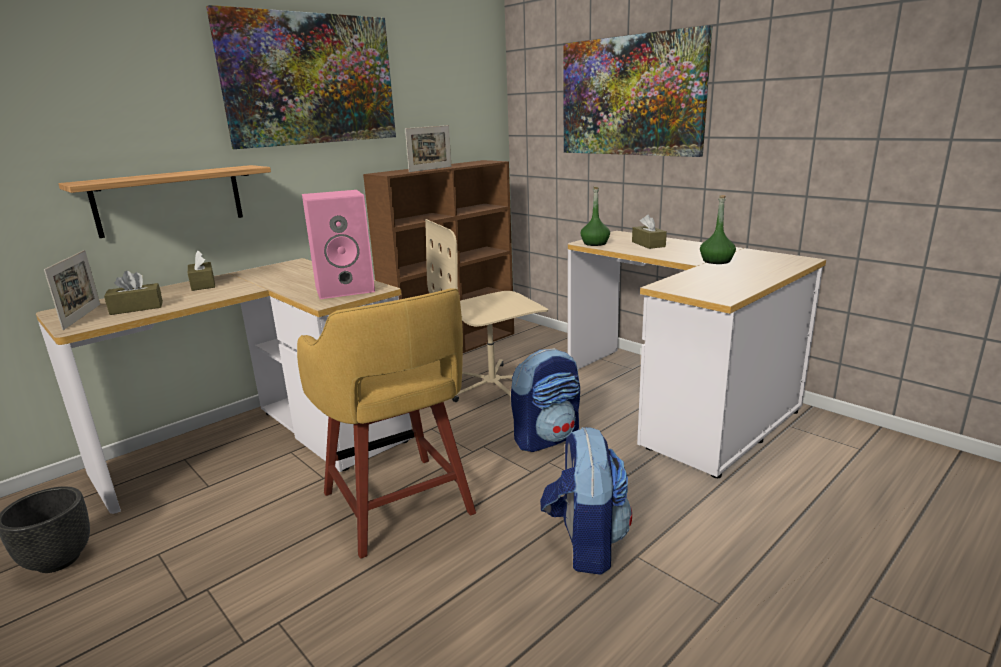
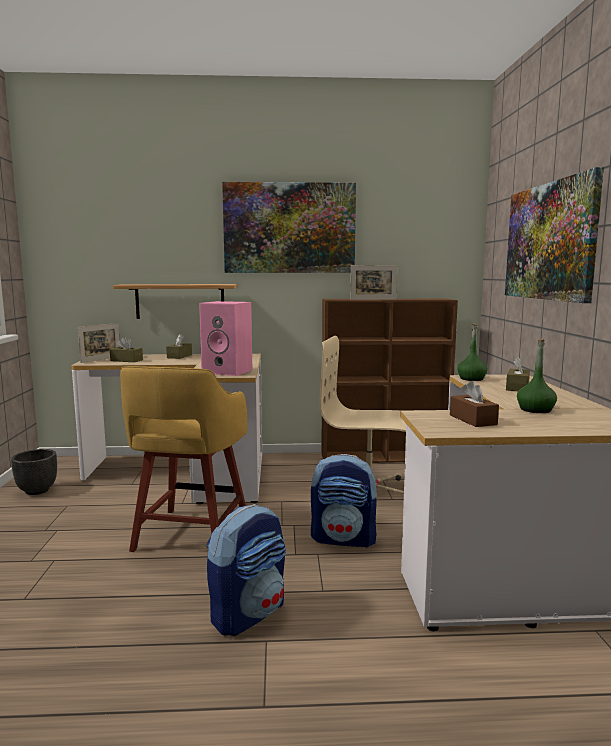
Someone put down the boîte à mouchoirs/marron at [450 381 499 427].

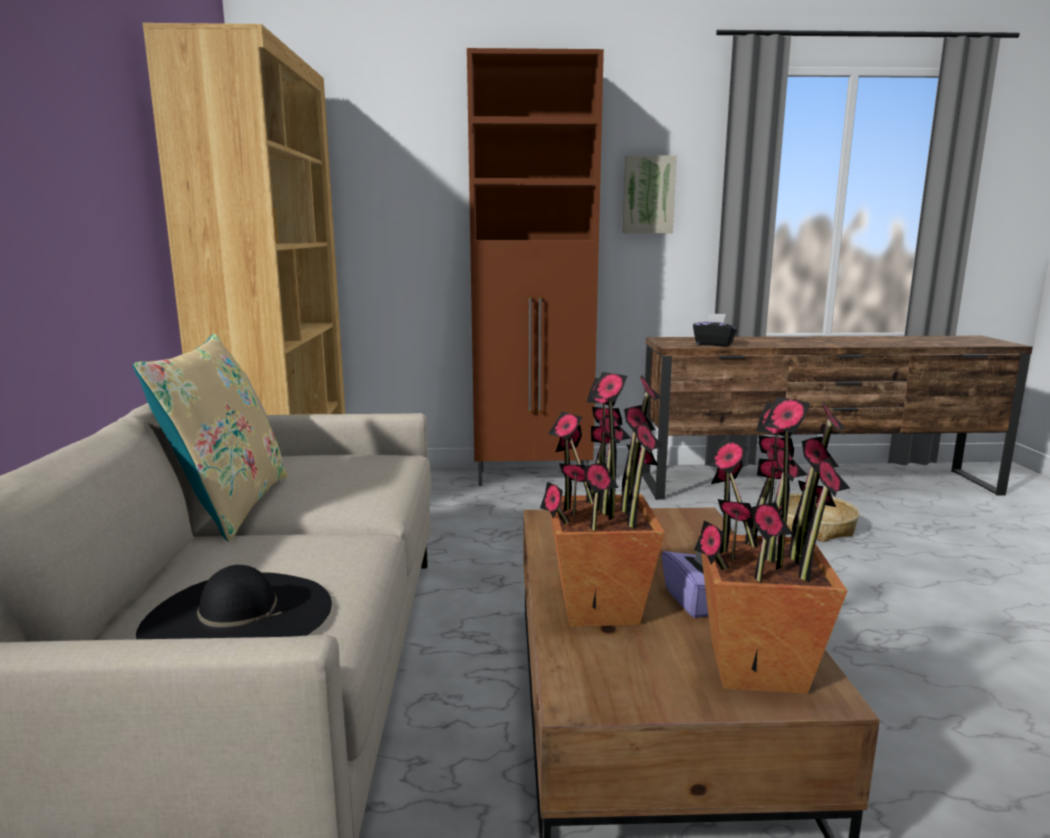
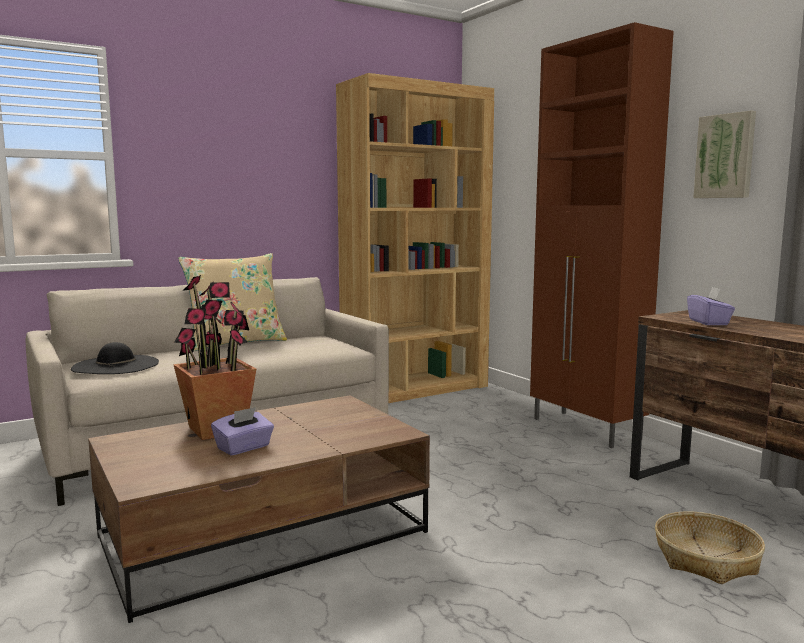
Someone repainted the boîte à mouchoirs/noir at [693 313 737 346], which became the boîte à mouchoirs/violet at [687 287 735 325].
Someone took away the plante en pot at [694 397 850 694].

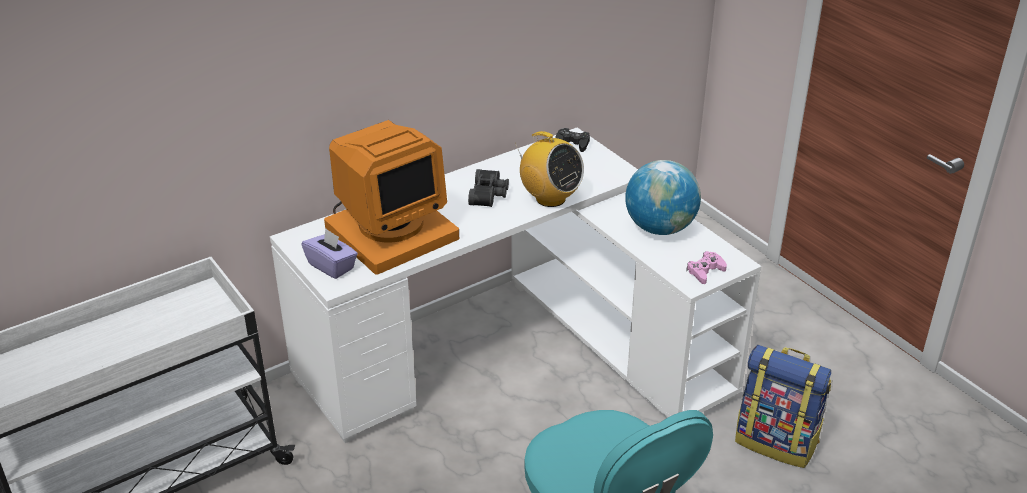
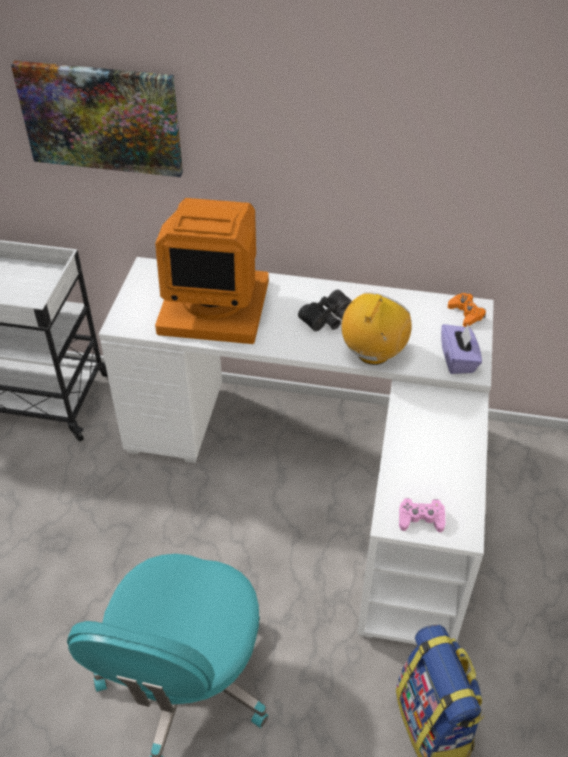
Someone put up the tableau at [11 60 183 177].
Someone rotated the radio at [515 131 584 207] by 150 degrees counterclockwise.
Someone carried the boîte à mouchoirs/violet from [301 229 358 279] to [441 324 482 374].
Someone repainted the manette/noir at [555 128 590 152], which became the manette/orange at [448 293 486 327].
Someone took away the globe at [625 160 701 235].

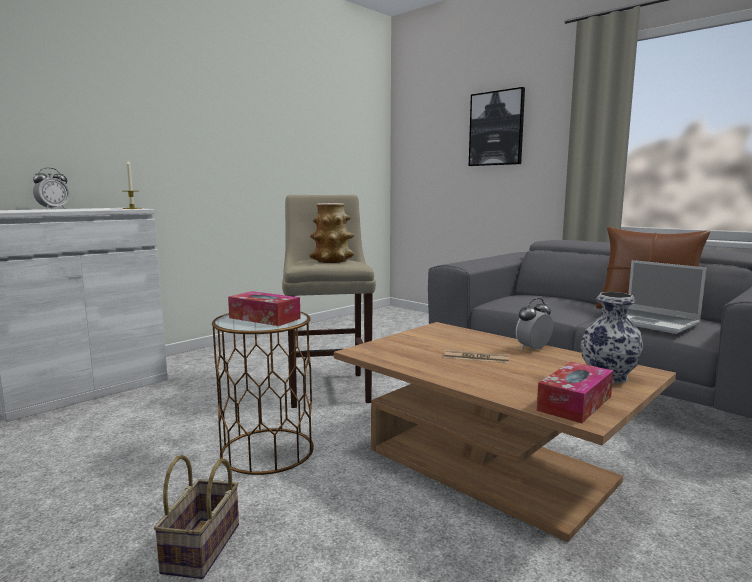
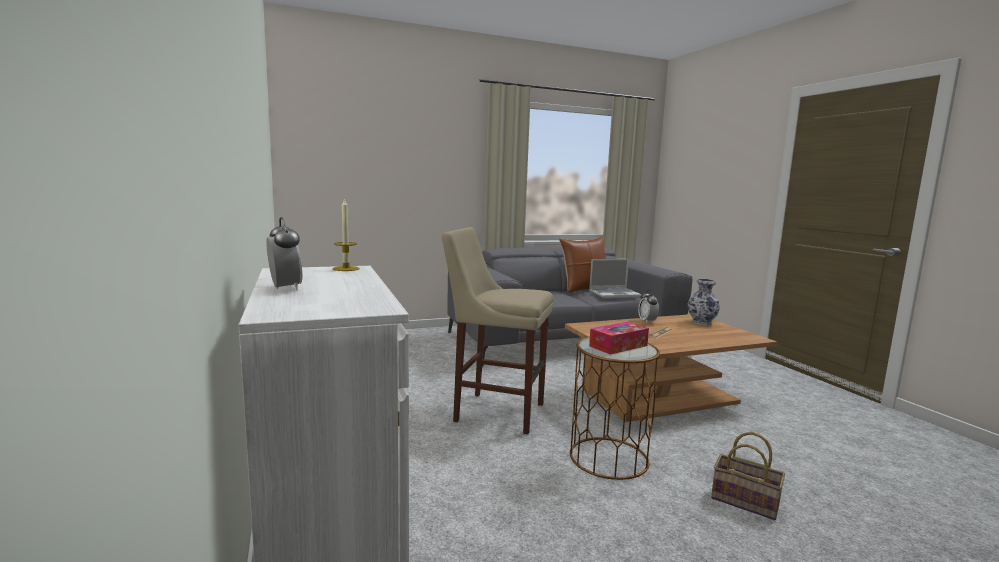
Someone took away the vase at [309 203 354 263].
Someone took away the tableau at [469 87 525 166].
Someone took away the boîte à mouchoirs at [537 362 613 423].

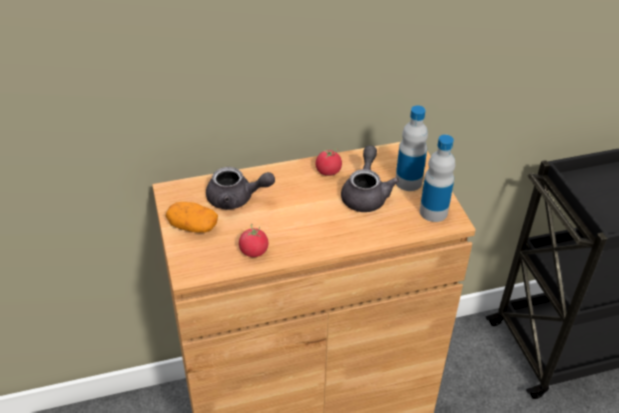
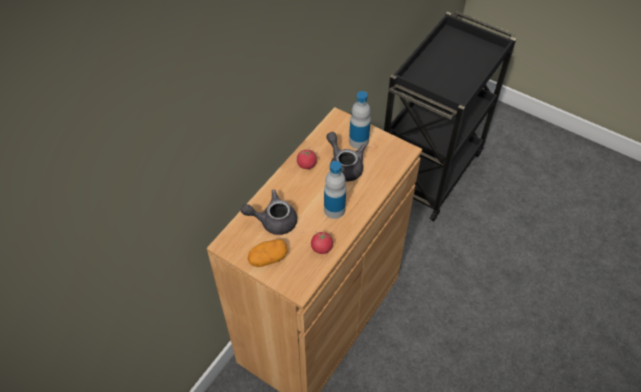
Someone rotated the théière/gris at [206 167 275 210] by 150 degrees counterclockwise.
Someone carried the bouteille from [420 135 455 222] to [324 161 346 219].

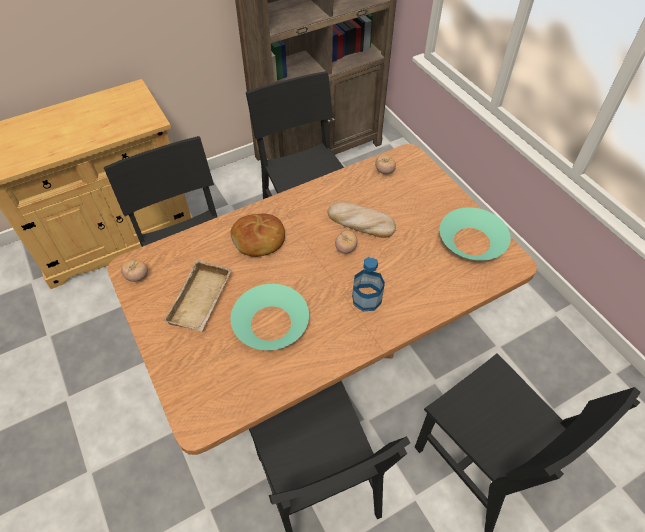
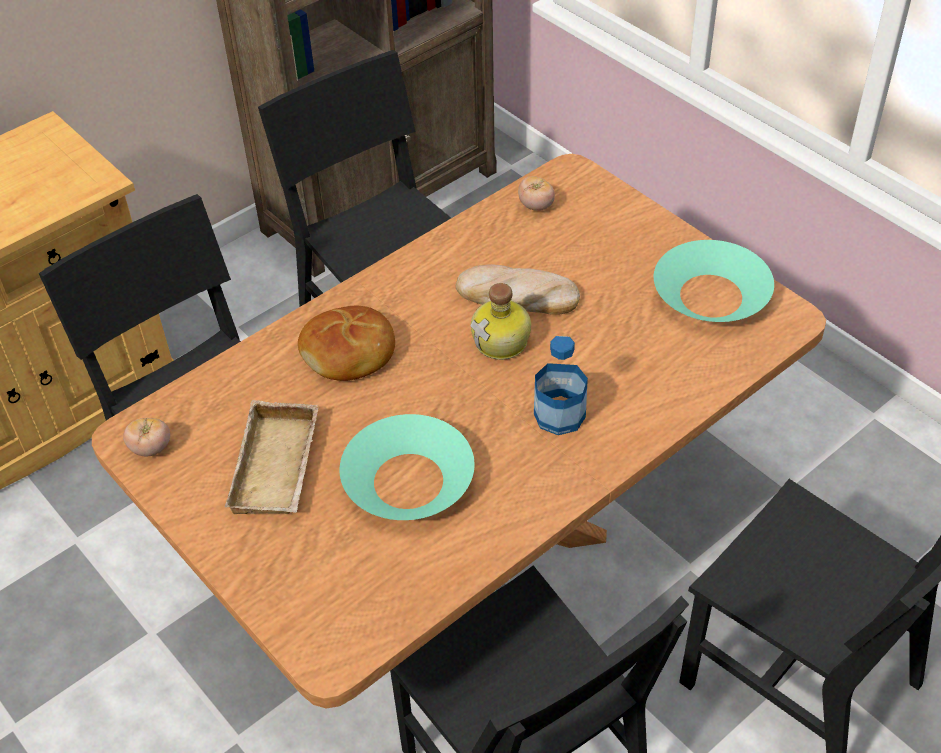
Someone swapped the tomate at [335 231 357 254] for the bouteille at [470 283 531 360].

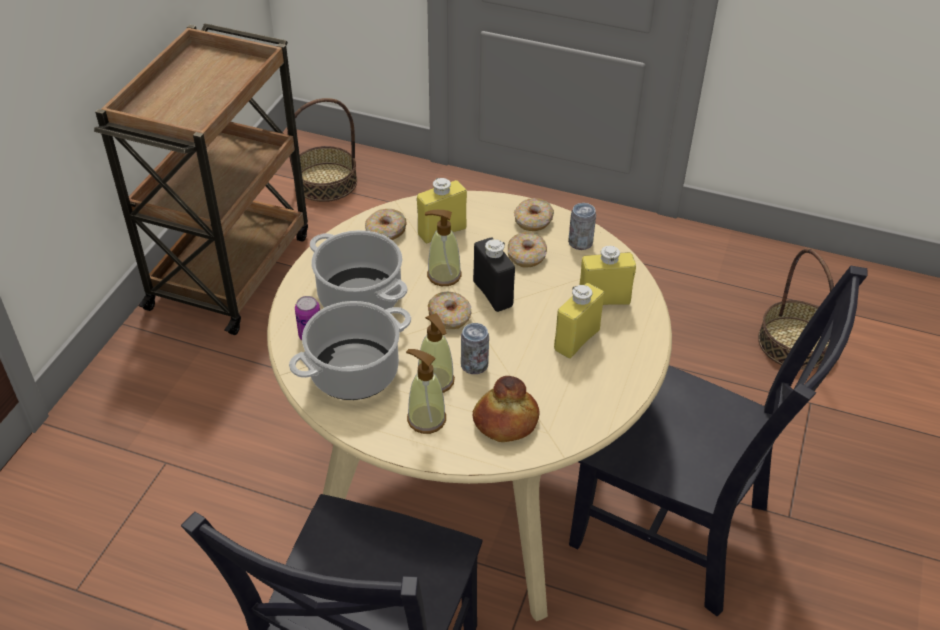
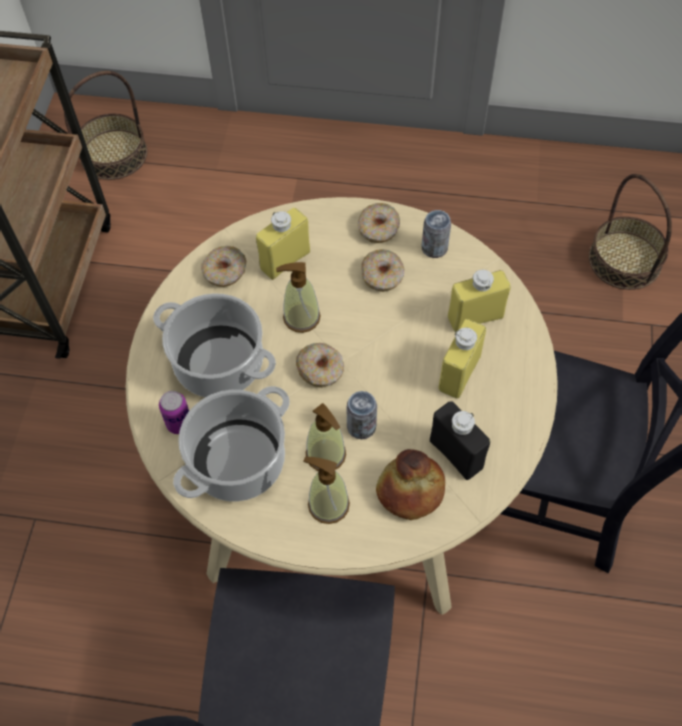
Someone carried the bouteille/noir from [473 238 515 312] to [430 401 490 480].

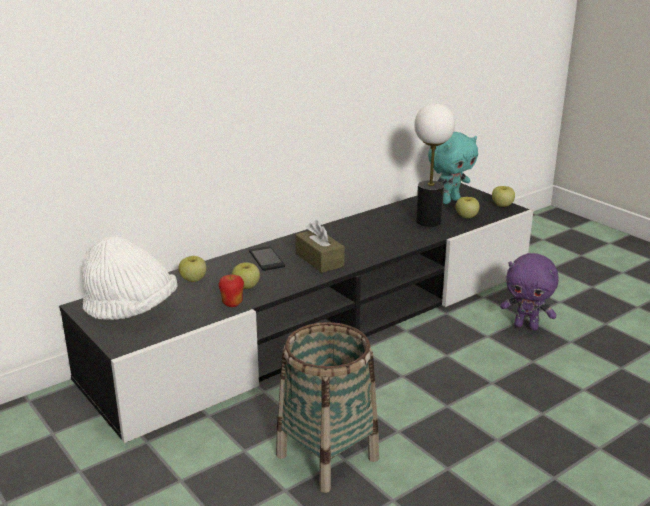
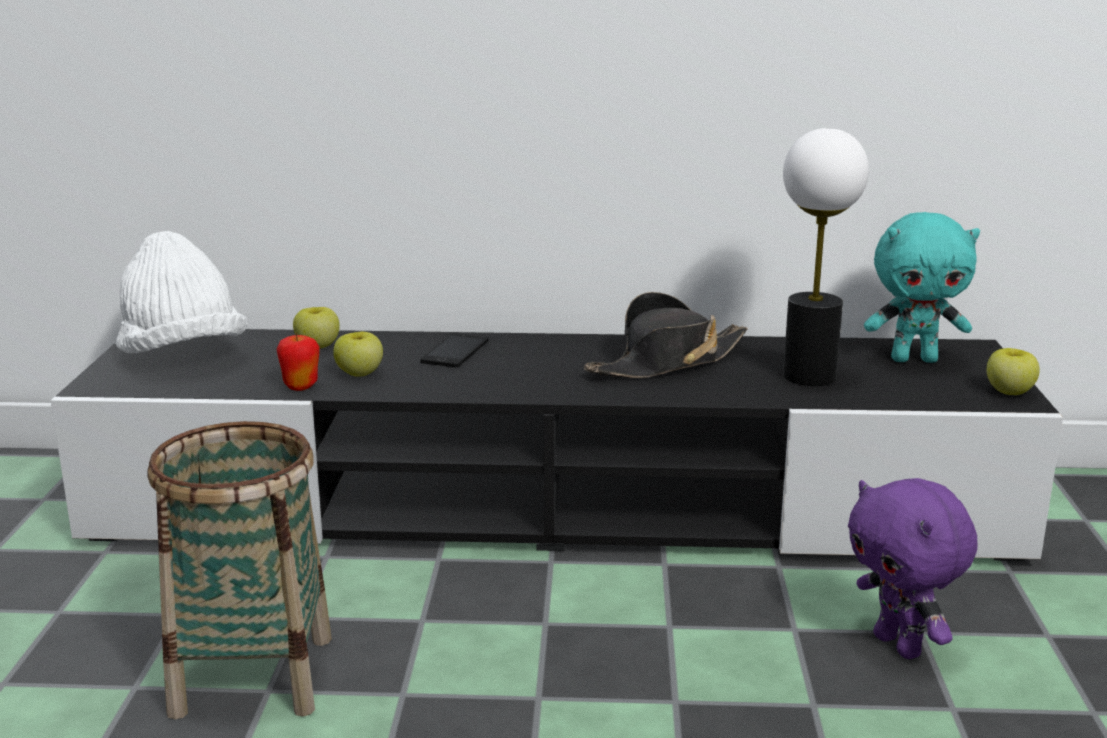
Someone put down the chapeau/noir at [584 292 748 378].
Someone took away the boîte à mouchoirs/marron at [295 220 345 273].
Someone took away the pomme at [456 197 479 218].

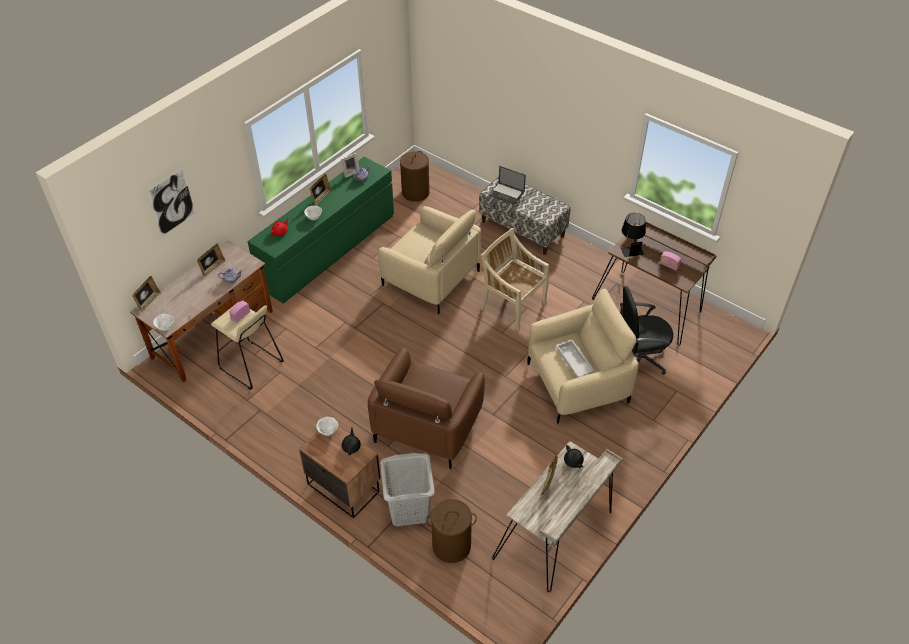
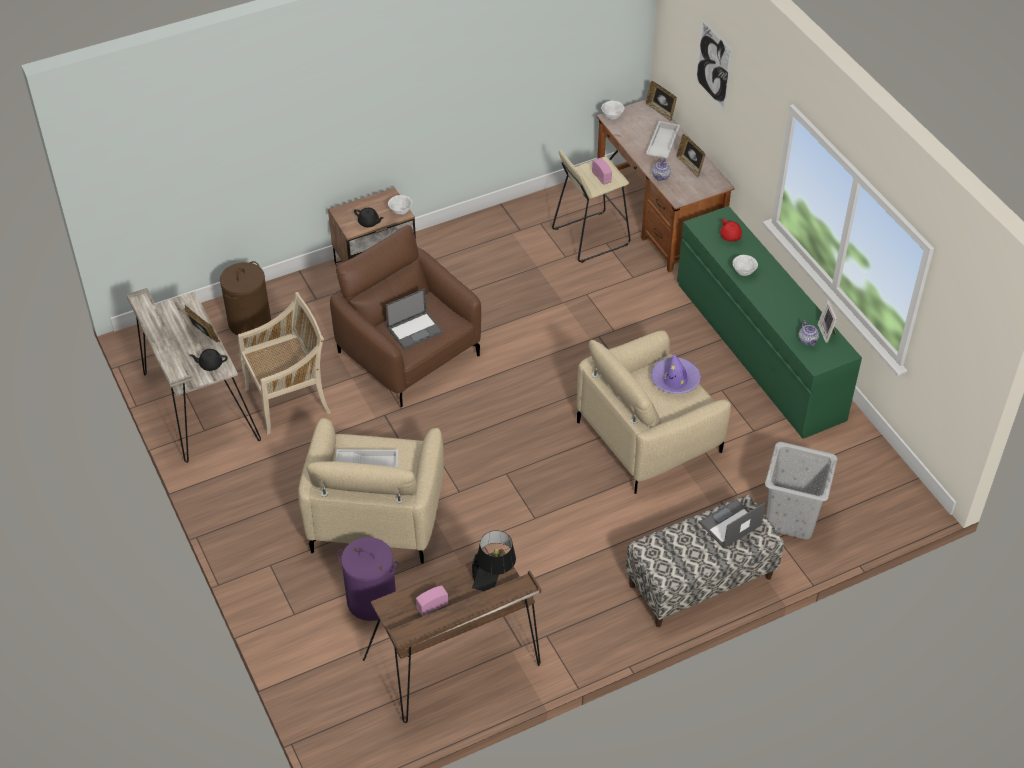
Someone carried the chaise/beige from [481 228 549 331] to [238 292 331 435].
Someone swapped the chaise de bureau/noir at [620 286 673 375] for the panier à linge/violet at [337 537 399 621].
Someone put down the ordinateur portable at [385 288 443 350].
Someone put down the plateau/blanc at [646 121 680 159].
Someone put down the chapeau/violet at [651 354 701 394].
Someone carried the panier à linge/gris from [380 453 435 526] to [765 442 838 539].
Someone took away the cadre photo at [310 174 332 205].
Someone took away the panier à linge/marron at [400 151 430 202].

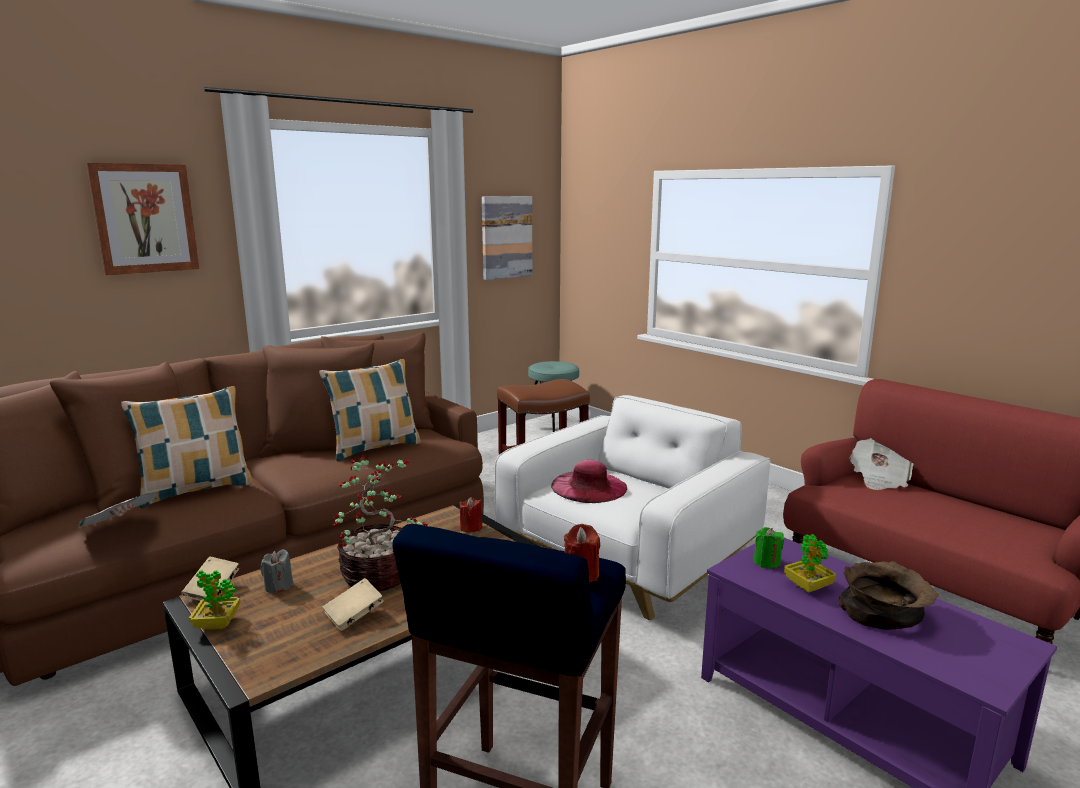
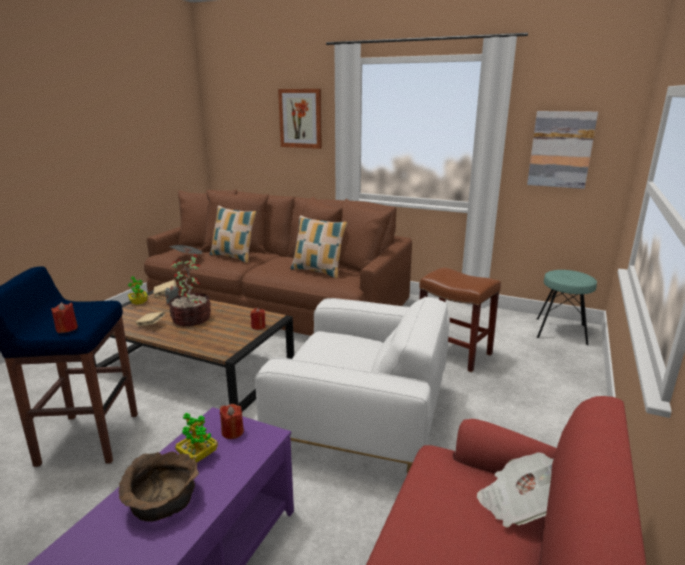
Someone repainted the bougie/vert at [754 527 784 569], which became the bougie/rouge at [220 404 244 439].
Someone took away the chapeau/rose at [551 460 627 503].

